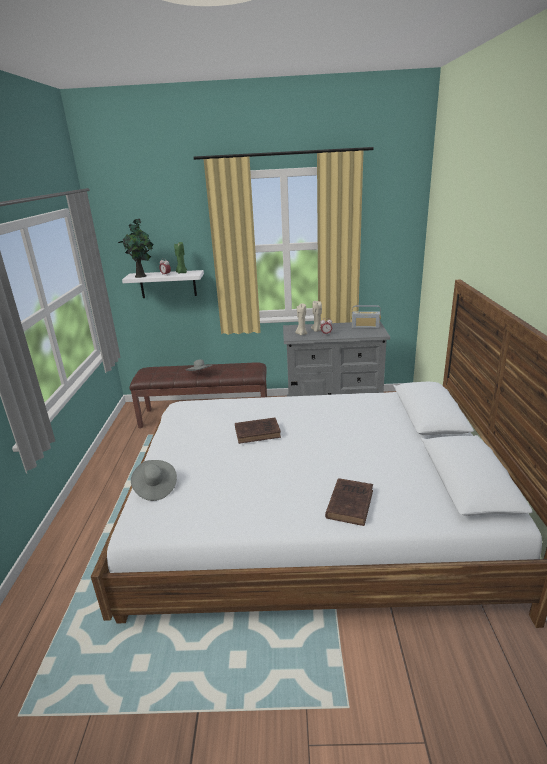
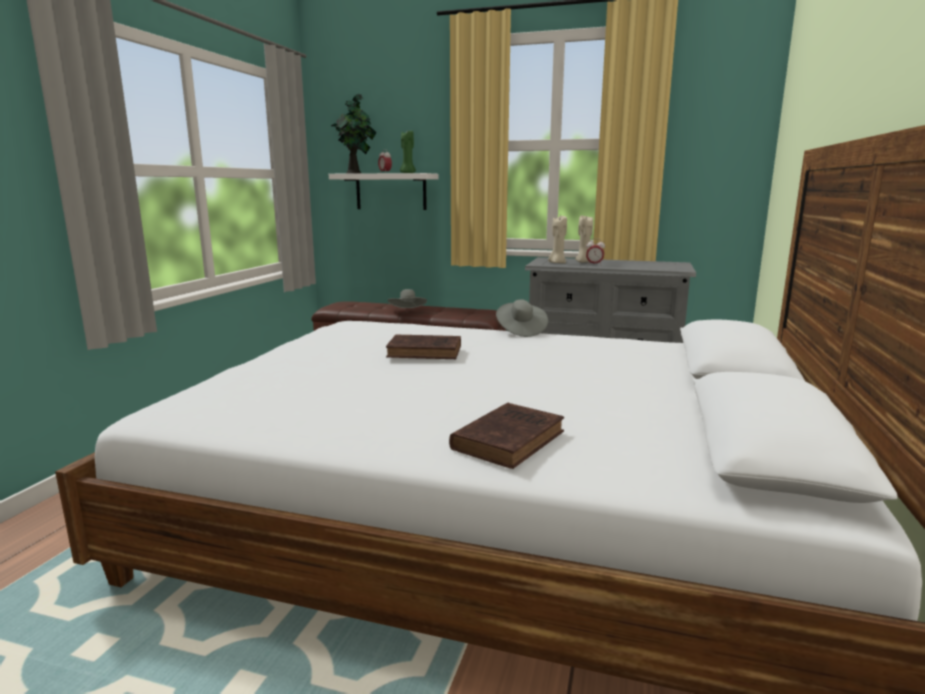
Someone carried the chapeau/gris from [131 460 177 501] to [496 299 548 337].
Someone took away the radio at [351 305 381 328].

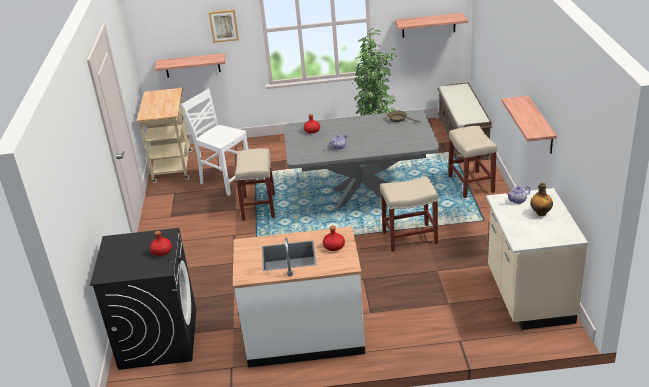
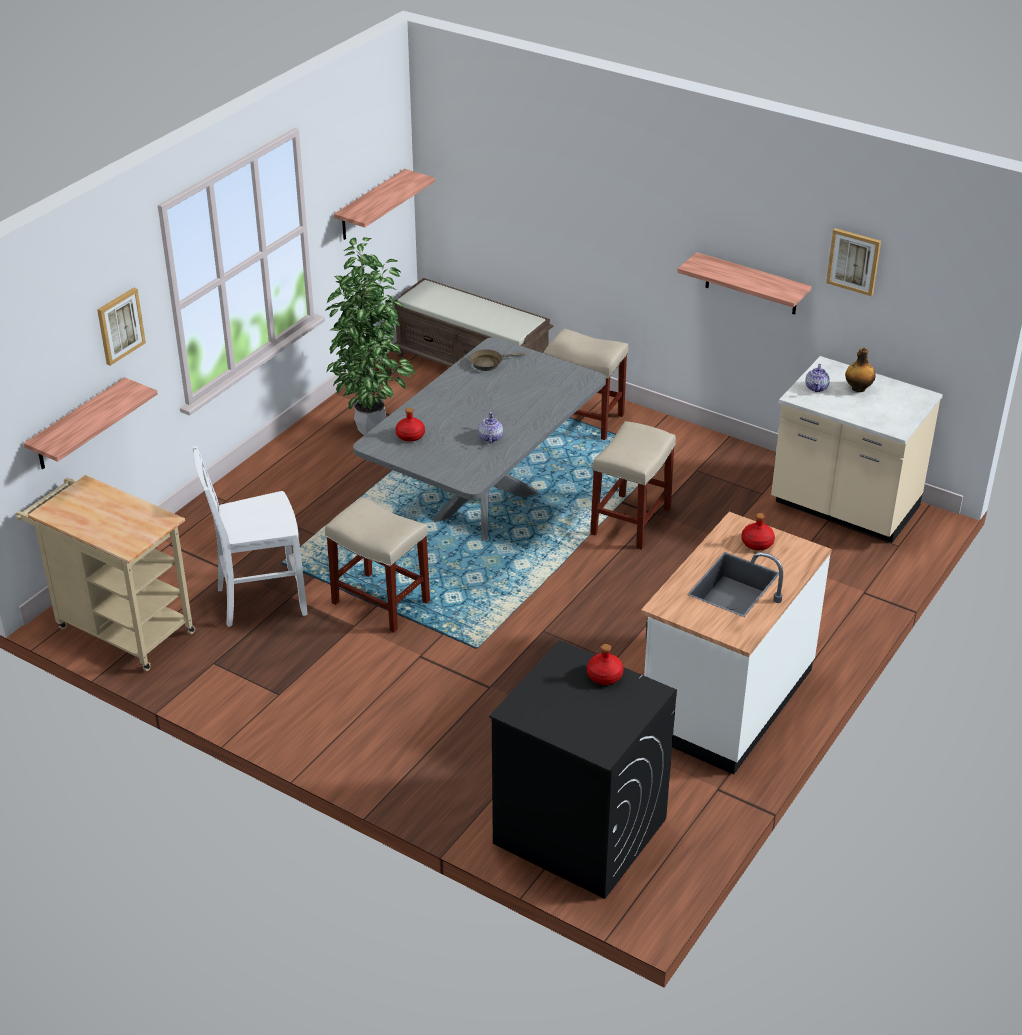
Someone put up the tableau at [826 228 881 296].

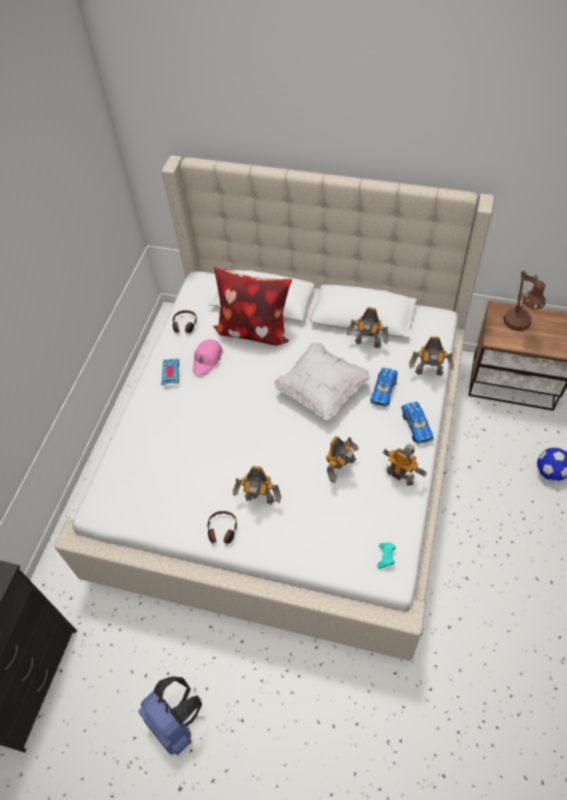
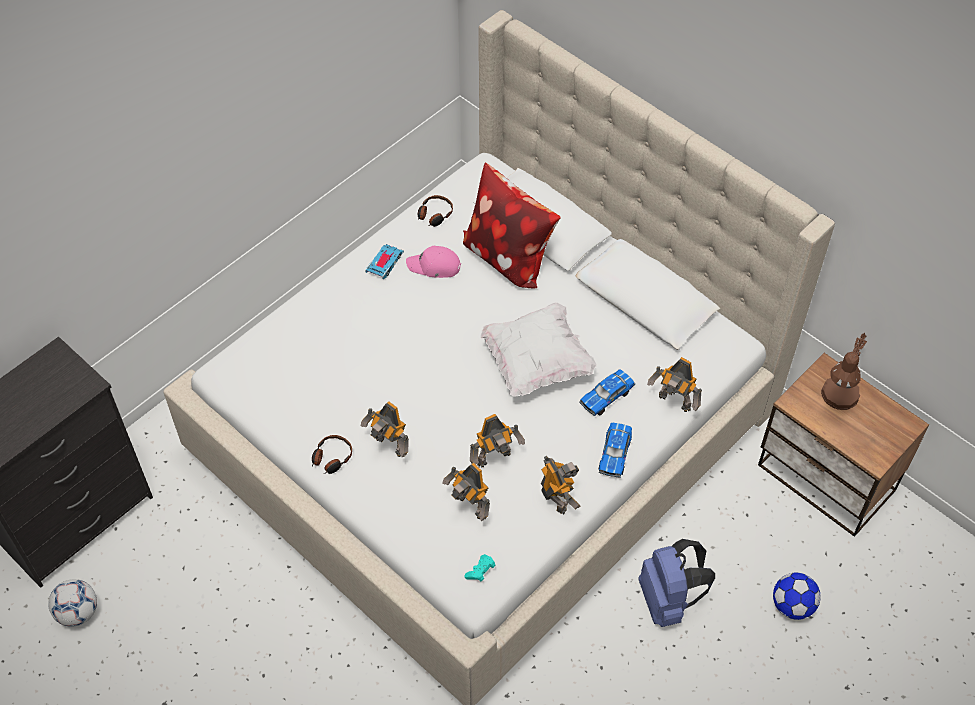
Someone put down the ballon de foot at [48 579 97 627].
Someone rotated the casquette/rose at [193 339 222 375] by 45 degrees clockwise.
Someone carried the robot jouet from [347 307 389 348] to [443 463 490 521].
Someone carried the sac à dos/bleu from [138 676 202 756] to [638 539 715 627].

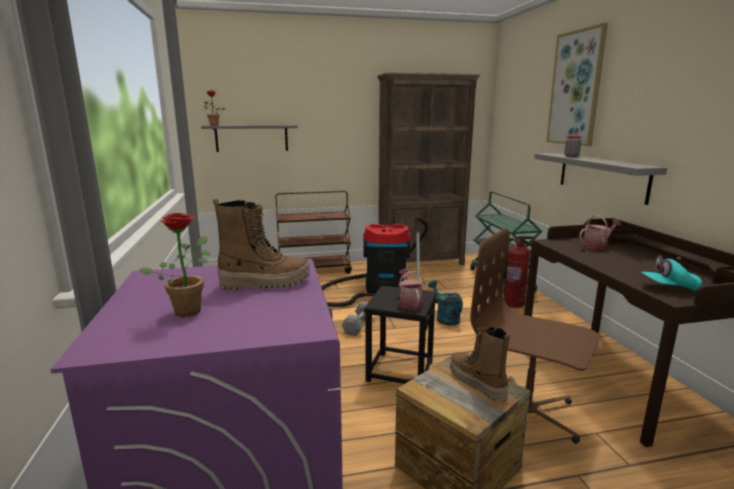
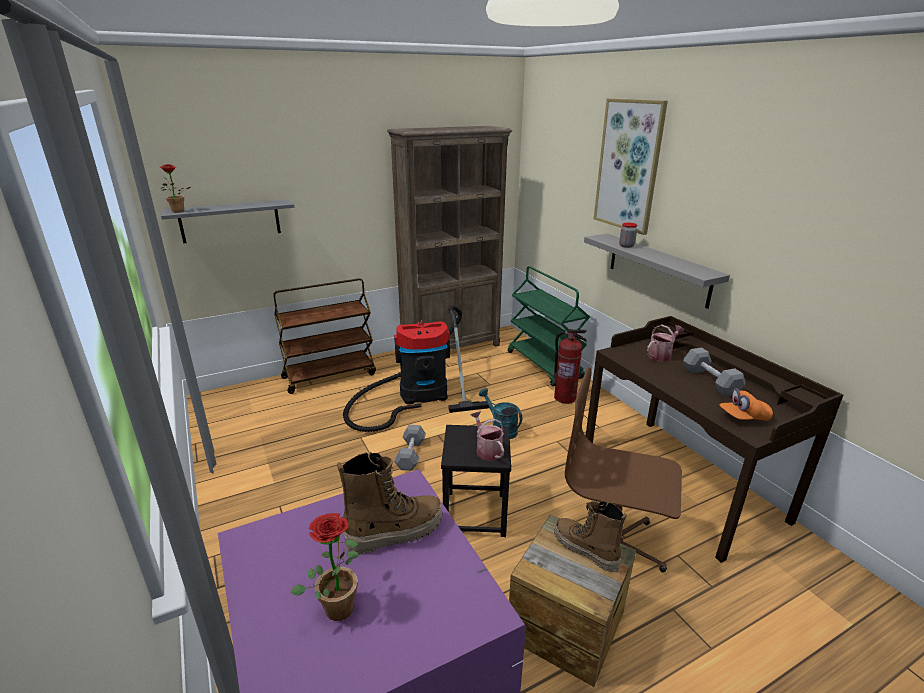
Someone put down the haltère/gris at [683 347 746 397].
Someone repainted the casquette/turquoise at [641 255 702 291], which became the casquette/orange at [719 388 773 421].

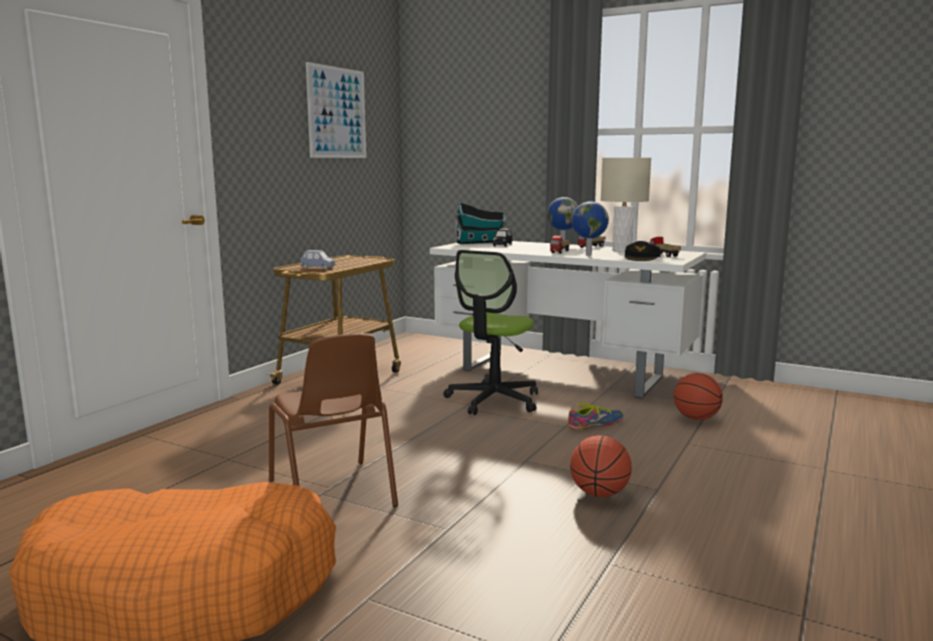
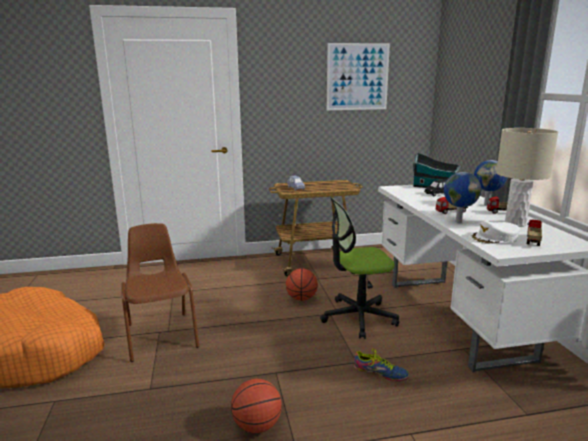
Someone rotated the chaise/marron at [269 333 398 507] by 135 degrees clockwise.
Someone carried the ballon de basket from [674 373 723 420] to [286 268 318 301].
Someone repainted the casquette/noir at [625 241 661 261], which became the casquette/blanc at [470 221 520 244].

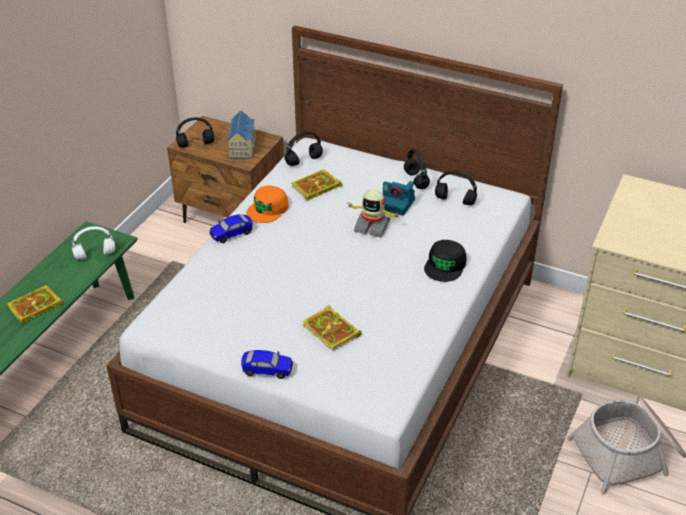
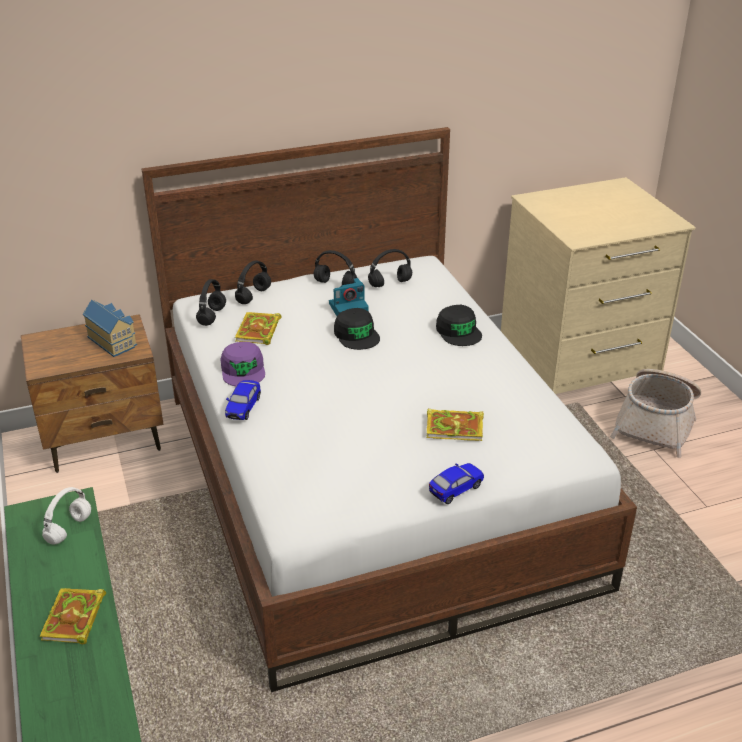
Someone repainted the casquette/orange at [246 185 289 223], which became the casquette/violet at [220 342 265 386].
Someone carried the casque audio/noir from [176 117 214 148] to [235 260 271 304].
Someone swapped the robot jouet at [348 189 399 237] for the casquette/noir at [334 308 380 350].

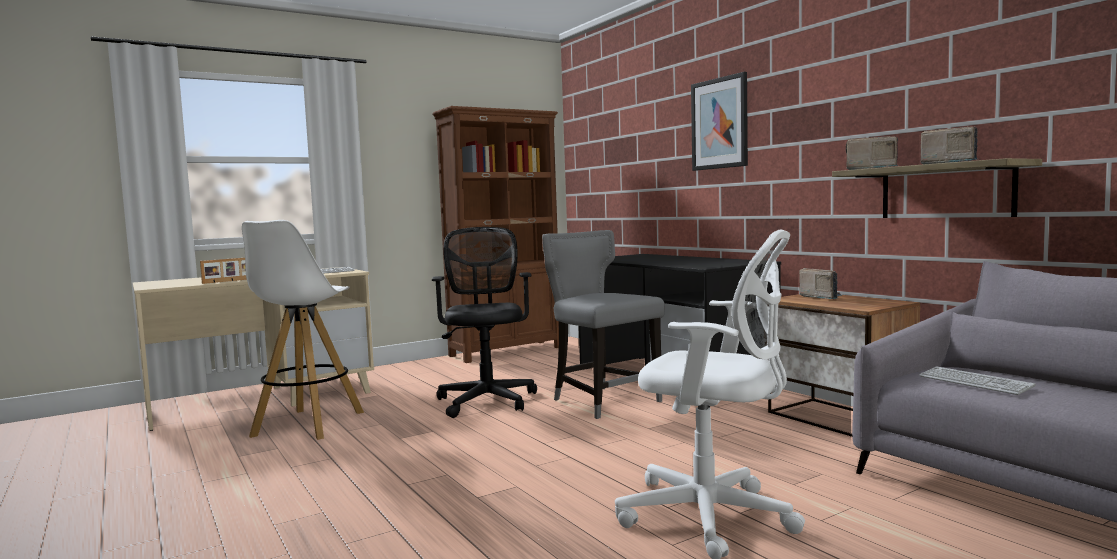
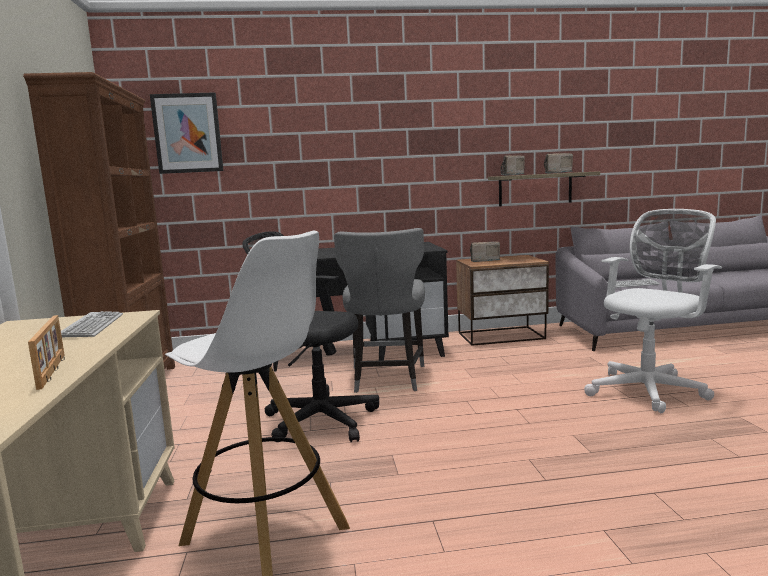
Someone carried the tableau from [691 72 748 171] to [150 92 224 174].
Someone rotated the chaise/gris at [542 230 665 419] by 75 degrees counterclockwise.

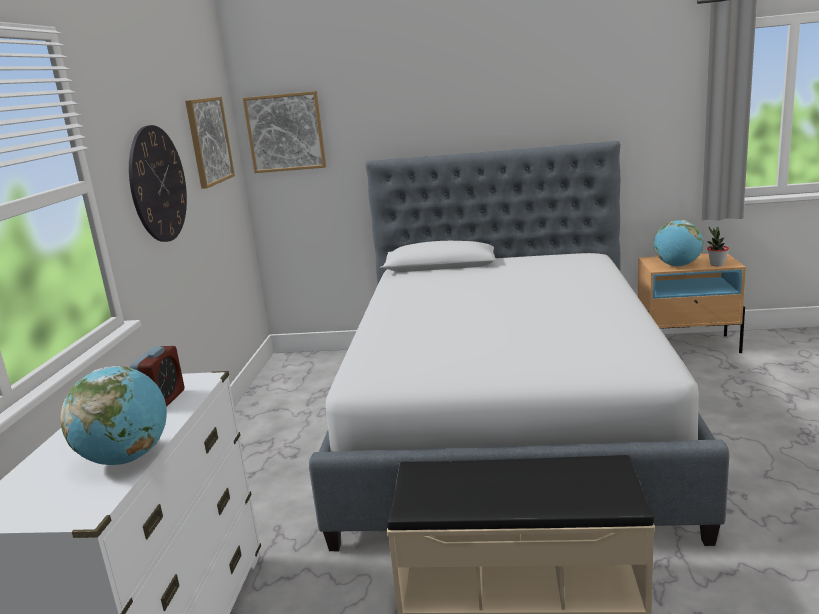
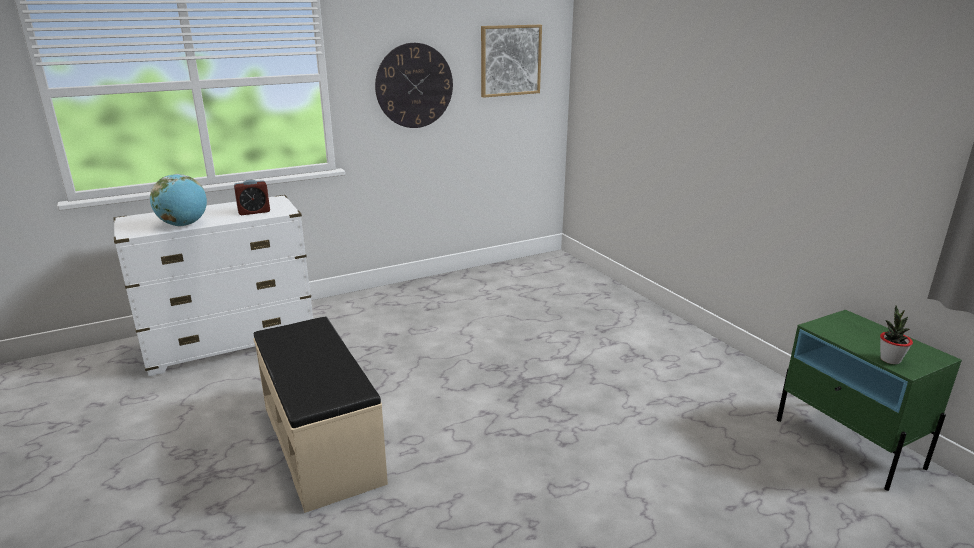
Someone repainted the table de chevet/beige at [638 253 746 353], which became the table de chevet/vert at [777 310 962 491].
Someone took away the tableau at [243 91 326 173].
Someone took away the lit at [309 141 729 551].
Someone took away the globe at [654 220 703 267].

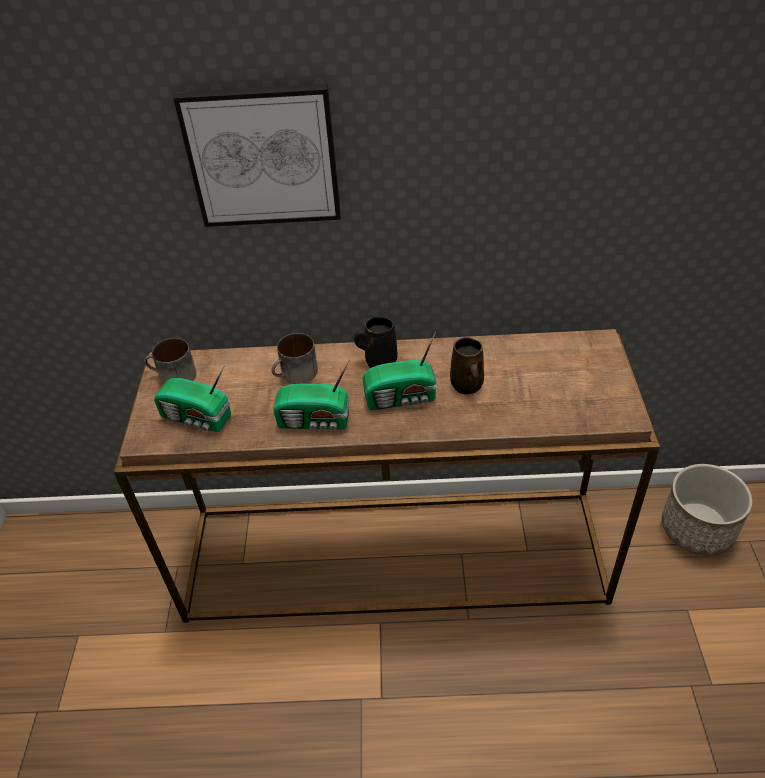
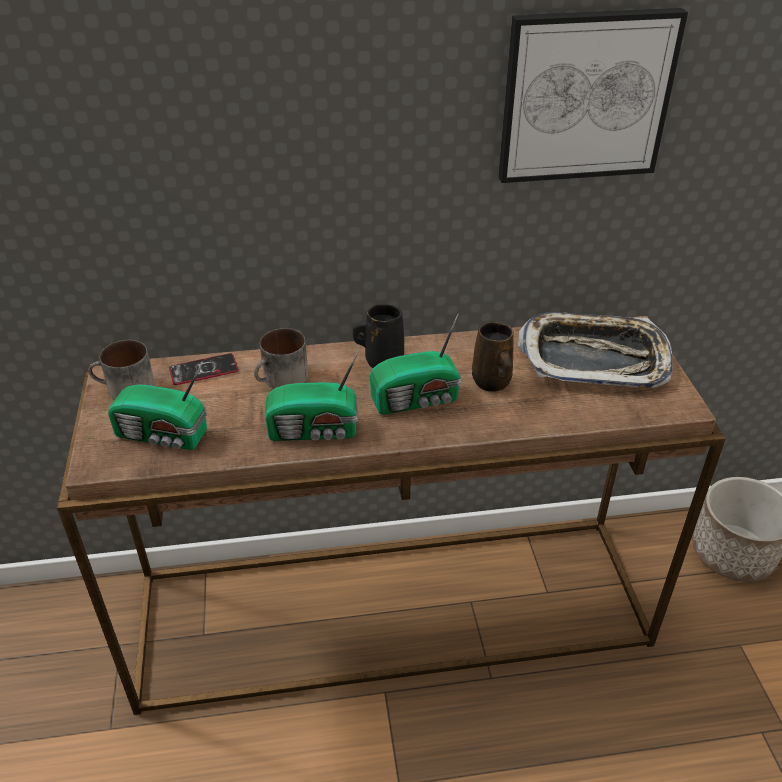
Someone put down the téléphone at [169 353 239 385].
Someone carried the tableau from [173 84 341 227] to [498 8 688 183].
Someone put down the plateau at [518 312 673 388].

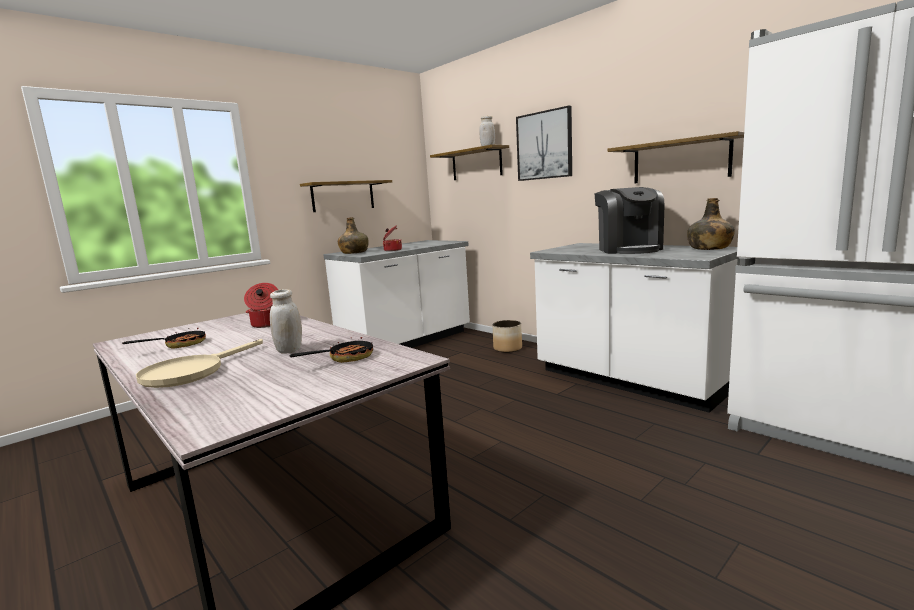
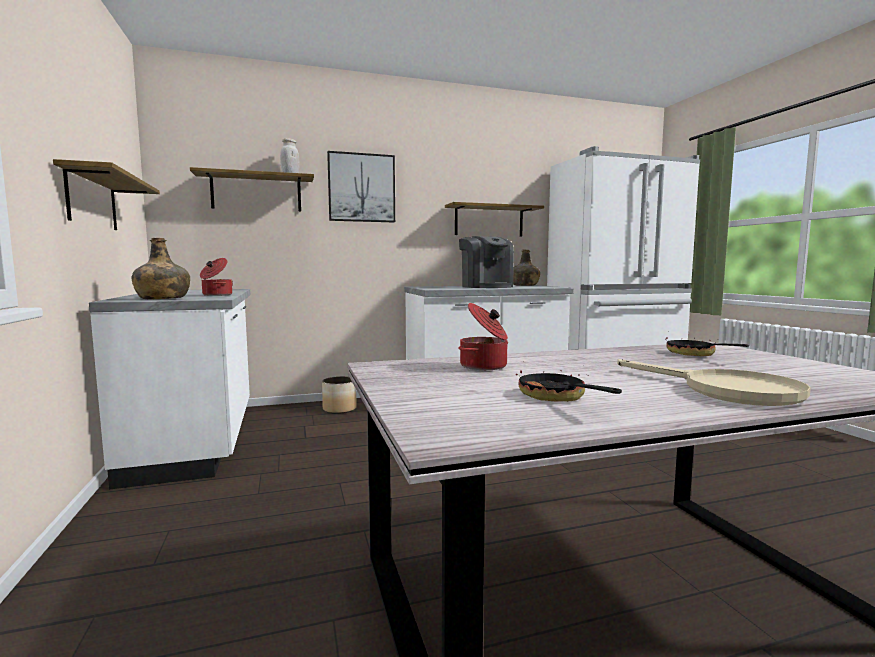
Someone rotated the machine à café at [594 187 665 254] by 45 degrees clockwise.
Someone took away the bocal/blanc at [270 289 302 354].

